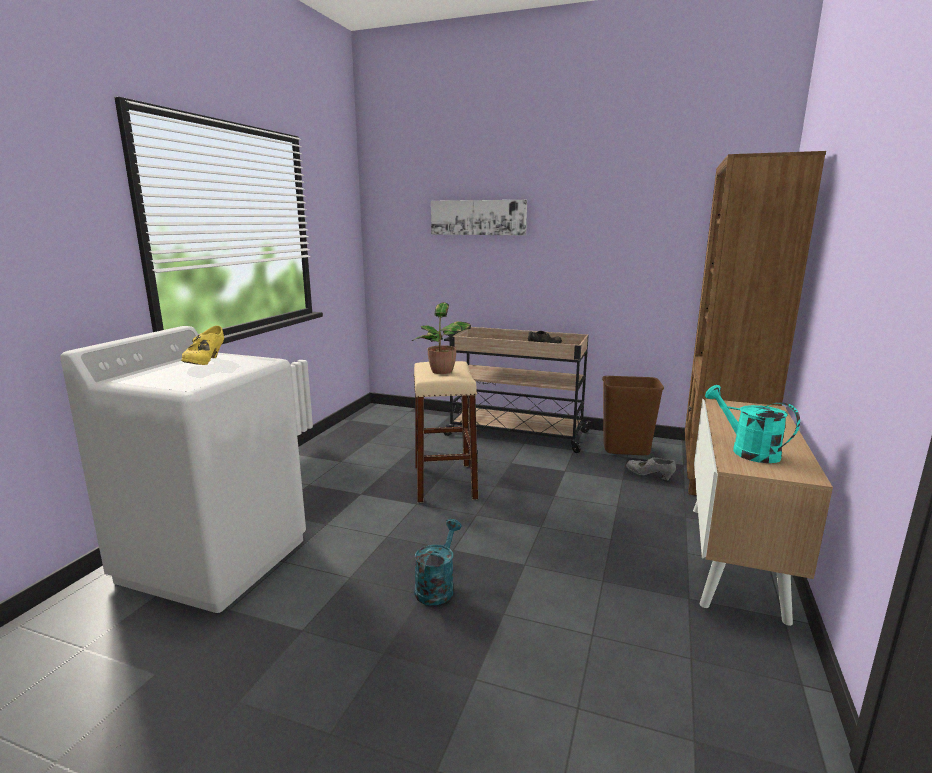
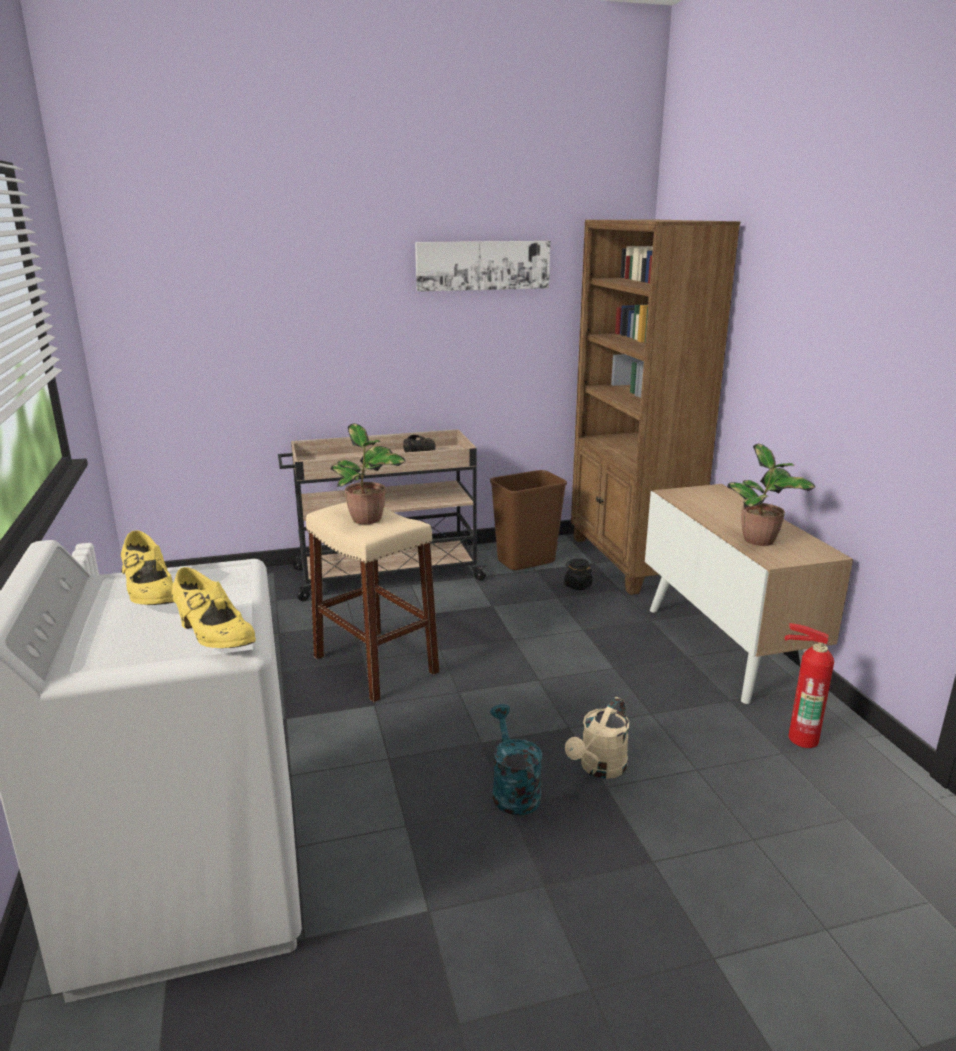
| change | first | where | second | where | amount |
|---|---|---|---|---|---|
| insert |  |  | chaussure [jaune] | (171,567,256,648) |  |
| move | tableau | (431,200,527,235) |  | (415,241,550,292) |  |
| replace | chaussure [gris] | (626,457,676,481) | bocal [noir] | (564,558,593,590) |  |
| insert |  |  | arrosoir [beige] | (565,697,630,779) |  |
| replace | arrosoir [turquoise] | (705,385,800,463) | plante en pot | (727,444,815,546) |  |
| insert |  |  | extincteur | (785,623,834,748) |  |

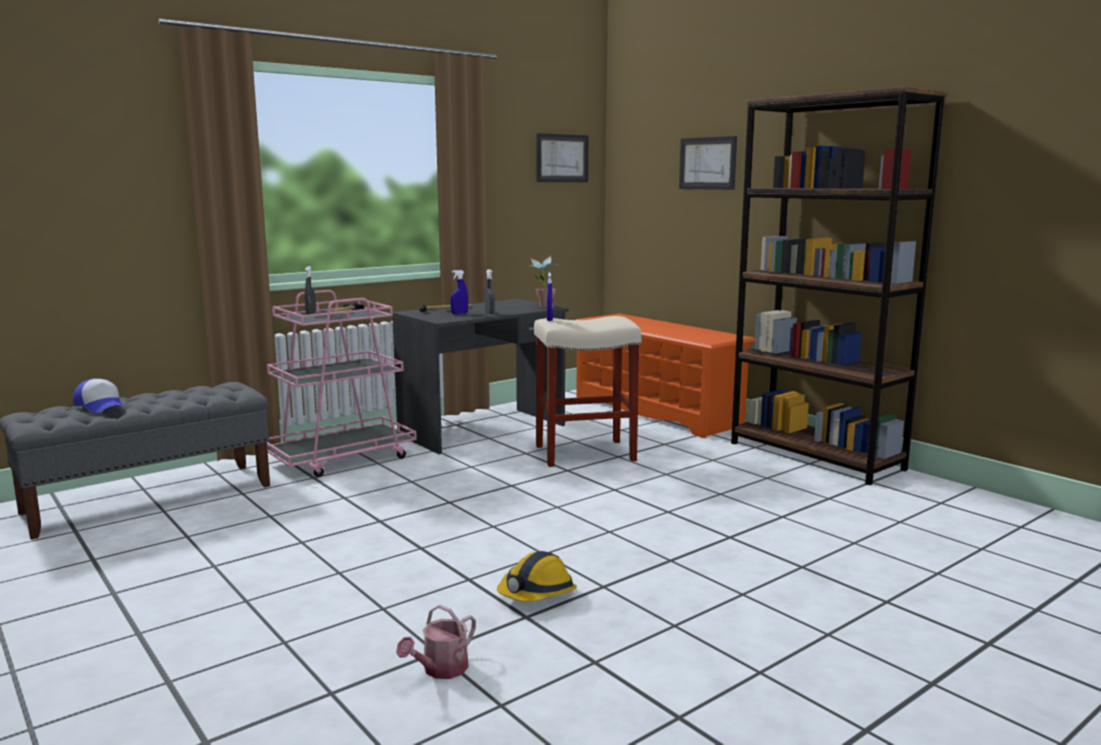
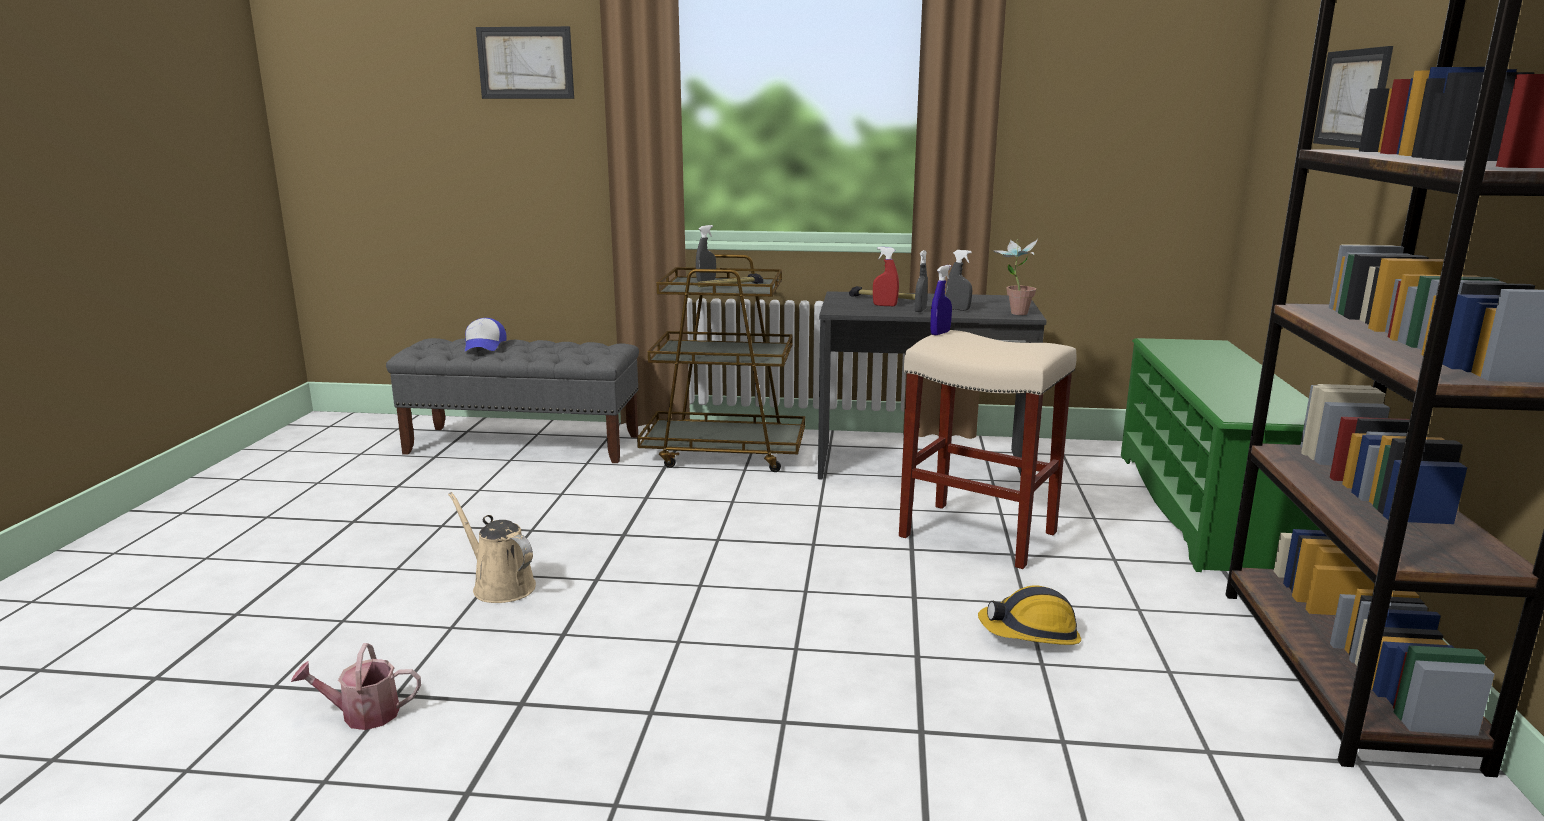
| change | first | where | second | where | amount |
|---|---|---|---|---|---|
| insert |  |  | arrosoir [beige] | (448,492,536,603) |  |
| move | tableau | (536,133,588,182) |  | (476,26,574,99) |  |
| recolor | chariot [rose] | (267,290,417,477) | chariot [marron] | (637,254,805,472) |  |
| recolor | vaporisateur [bleu] | (450,270,468,314) | vaporisateur [rouge] | (873,247,899,306) |  |
| insert |  |  | vaporisateur [gris] | (946,250,972,311) |  |
| move | casque de chantier | (497,551,577,602) |  | (978,585,1081,645) |  |
| recolor | étagère à chaussures [orange] | (576,313,755,438) | étagère à chaussures [vert] | (1121,338,1320,572) |  |

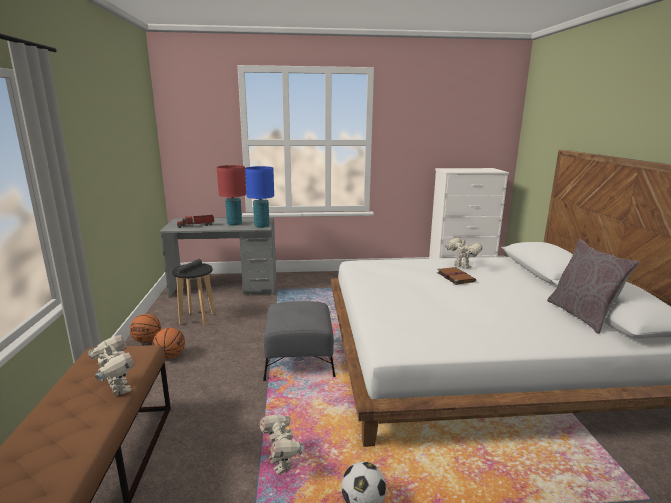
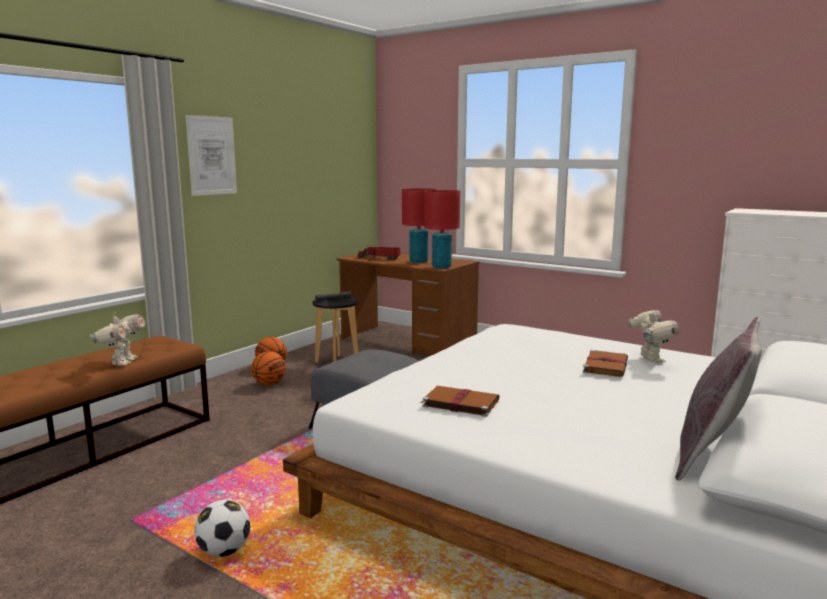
| change | first | where | second | where | amount |
|---|---|---|---|---|---|
| insert |  |  | tableau | (185,115,237,196) |  |
| recolor | bureau [gris] | (159,217,276,298) | bureau [marron] | (336,253,480,356) |  |
| insert |  |  | livre [marron] | (419,386,499,417) |  |
| recolor | lampe de table [bleu] | (245,166,274,228) | lampe de table [rouge] | (424,190,460,269) |  |
| delete | robot jouet | (260,415,305,474) |  |  |  |

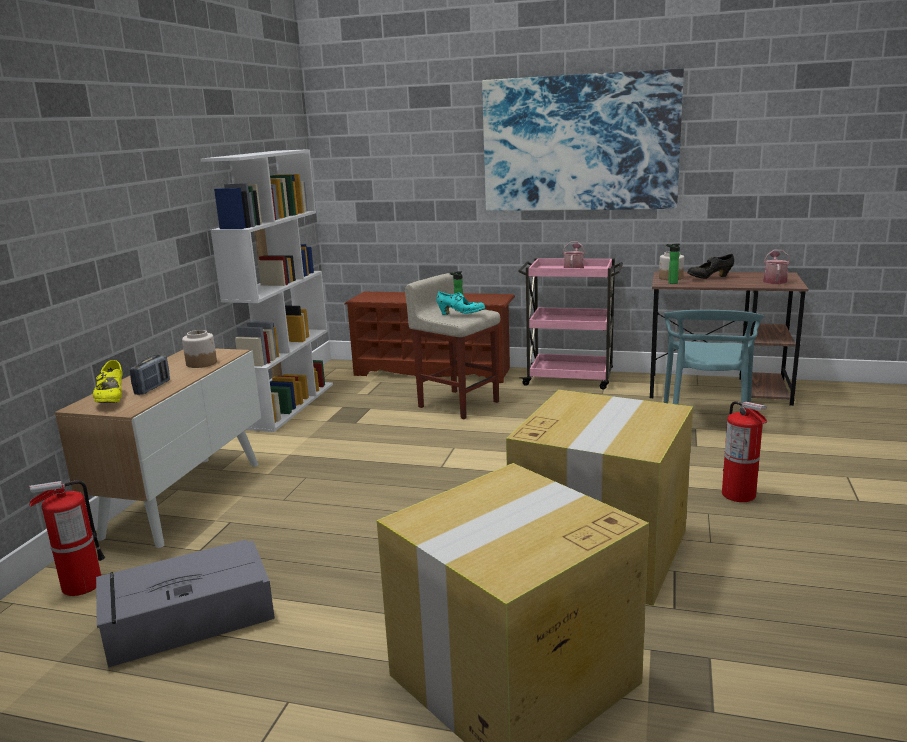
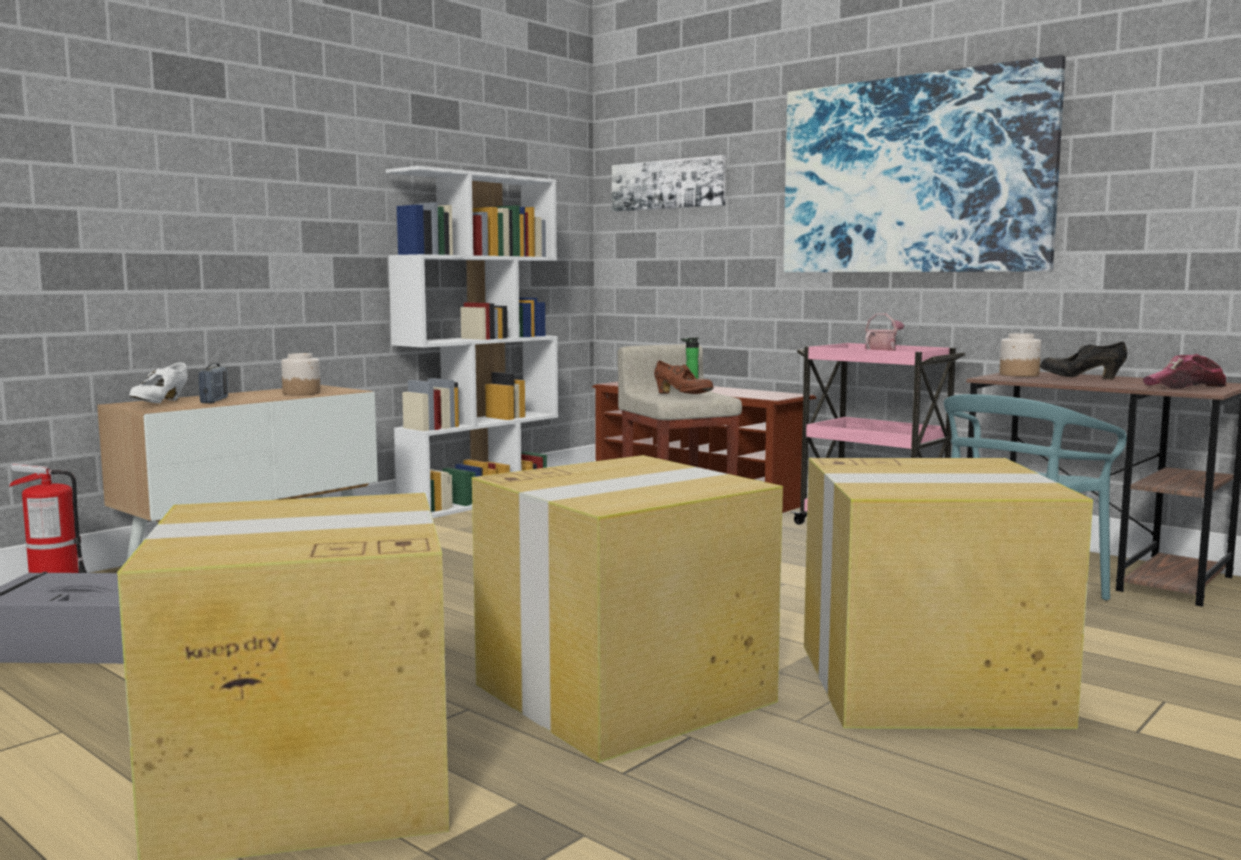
| change | first | where | second | where | amount |
|---|---|---|---|---|---|
| recolor | chaussure [jaune] | (93,360,123,403) | chaussure [blanc] | (129,362,188,403) |  |
| rotate | radio | (130,355,170,395) |  | (198,363,228,403) | 45 degrees counterclockwise |
| insert |  |  | tableau | (612,155,726,212) |  |
| recolor | chaussure [turquoise] | (436,291,485,315) | chaussure [marron] | (654,360,714,394) |  |
| replace | extincteur | (722,401,767,502) | carton | (804,458,1093,729) |  |
| replace | arrosoir | (763,250,790,284) | casquette | (1143,354,1226,389) |  |
| delete | bouteille | (666,243,680,284) |  |  |  |

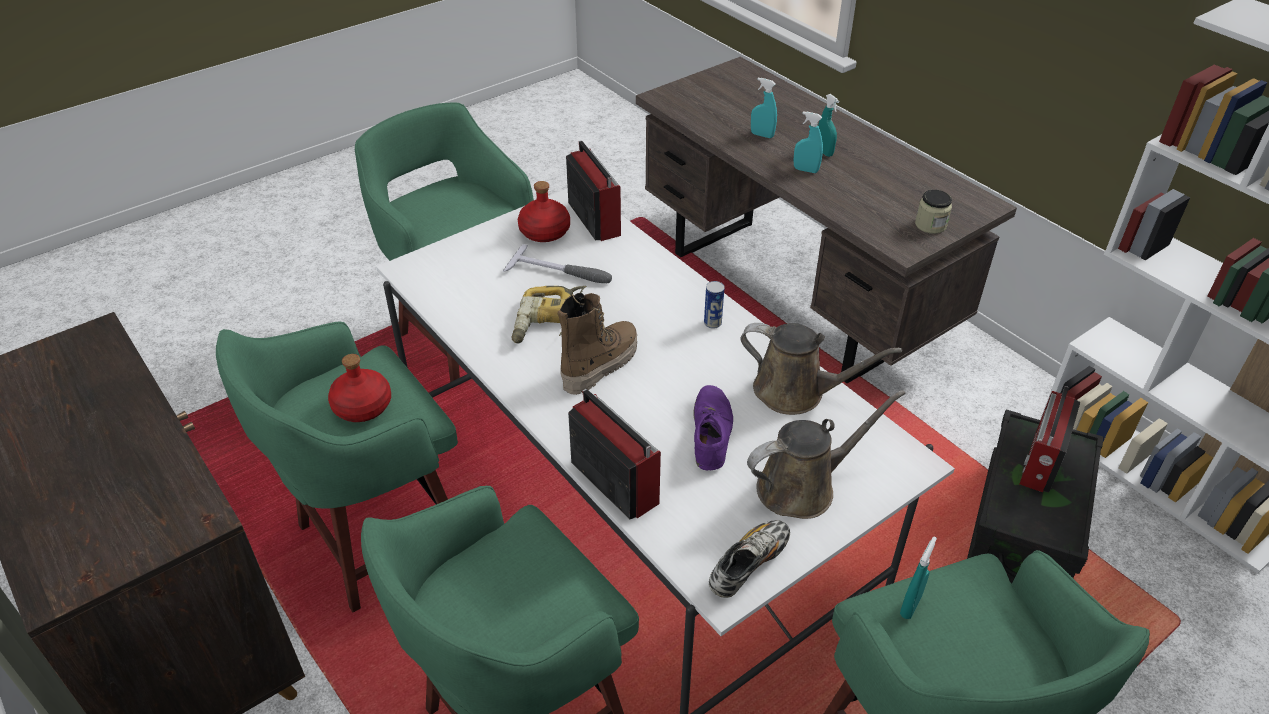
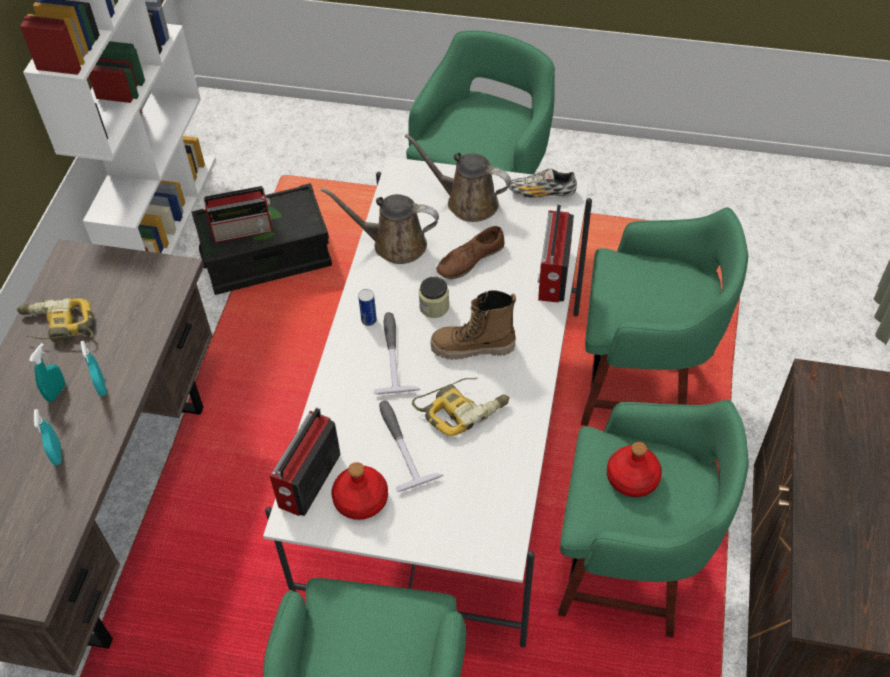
| change | first | where | second | where | amount |
|---|---|---|---|---|---|
| insert |  |  | perceuse | (17,298,93,343) |  |
| rotate | arrosoir [marron] | (740,323,902,415) |  | (321,188,439,264) | 60 degrees counterclockwise |
| insert |  |  | marteau | (373,312,421,394) |  |
| move | bocal | (915,190,952,234) |  | (419,277,449,318) |  |
| recolor | chaussure [violet] | (693,385,733,470) | chaussure [marron] | (436,226,505,279) |  |
| delete | vaporisateur [turquoise] | (900,537,937,619) |  |  |  |

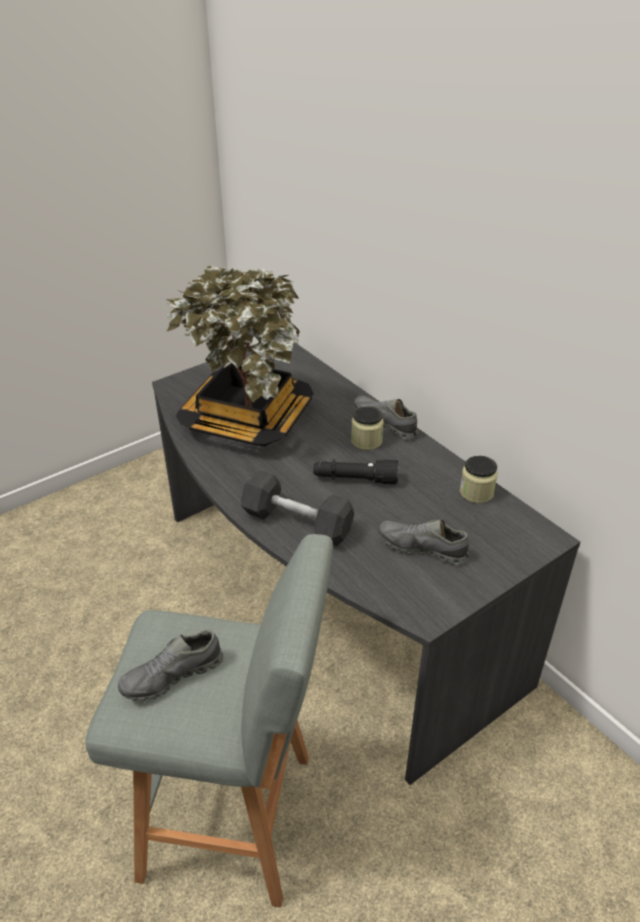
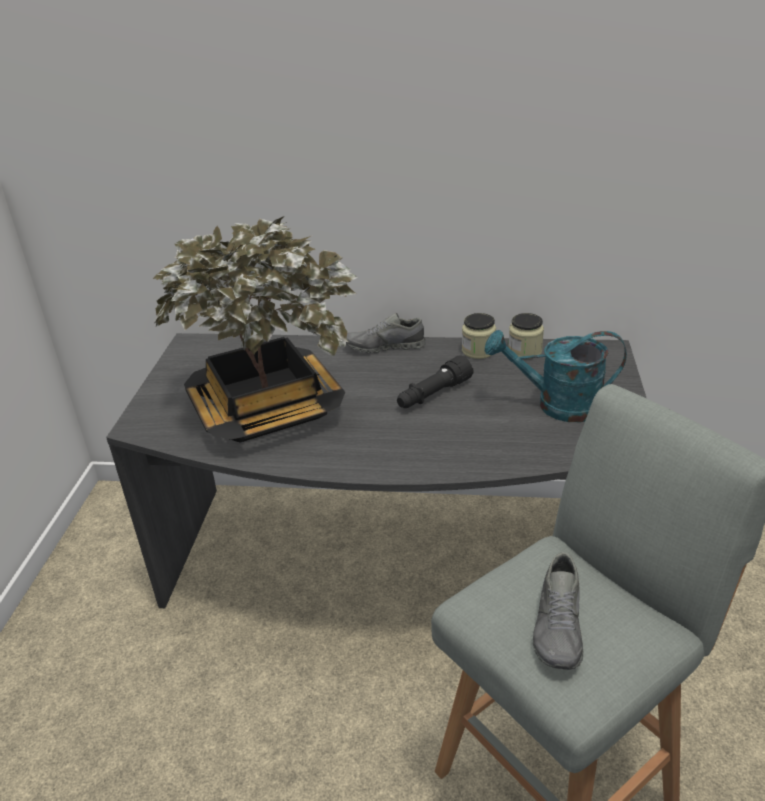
| change | first | where | second | where | amount |
|---|---|---|---|---|---|
| move | bocal | (351,406,384,450) |  | (462,313,496,359) |  |
| replace | chaussure [gris] | (378,520,469,566) | arrosoir [turquoise] | (485,330,627,422) |  |
| delete | haltère [gris] | (241,470,354,546) |  |  |  |

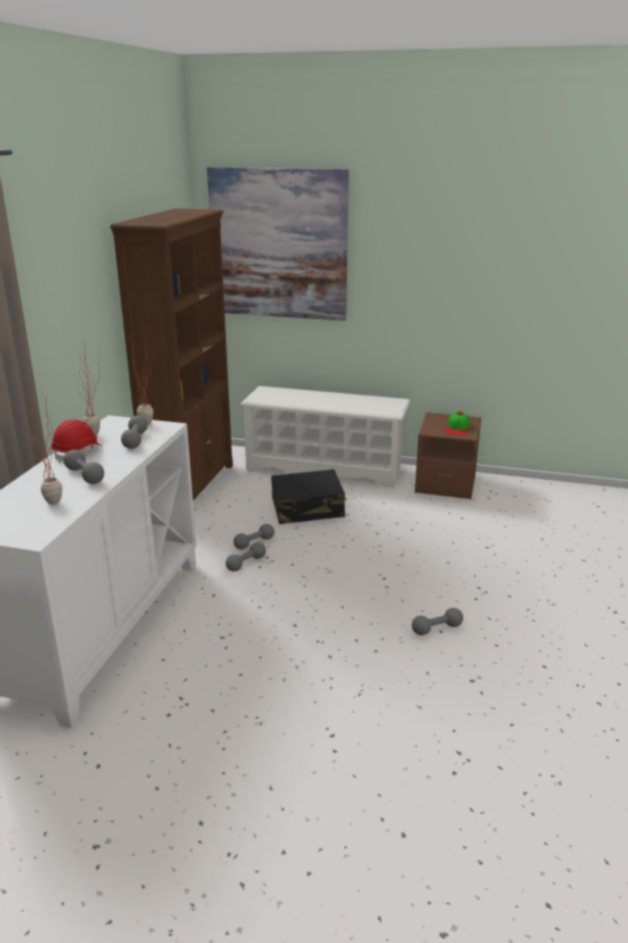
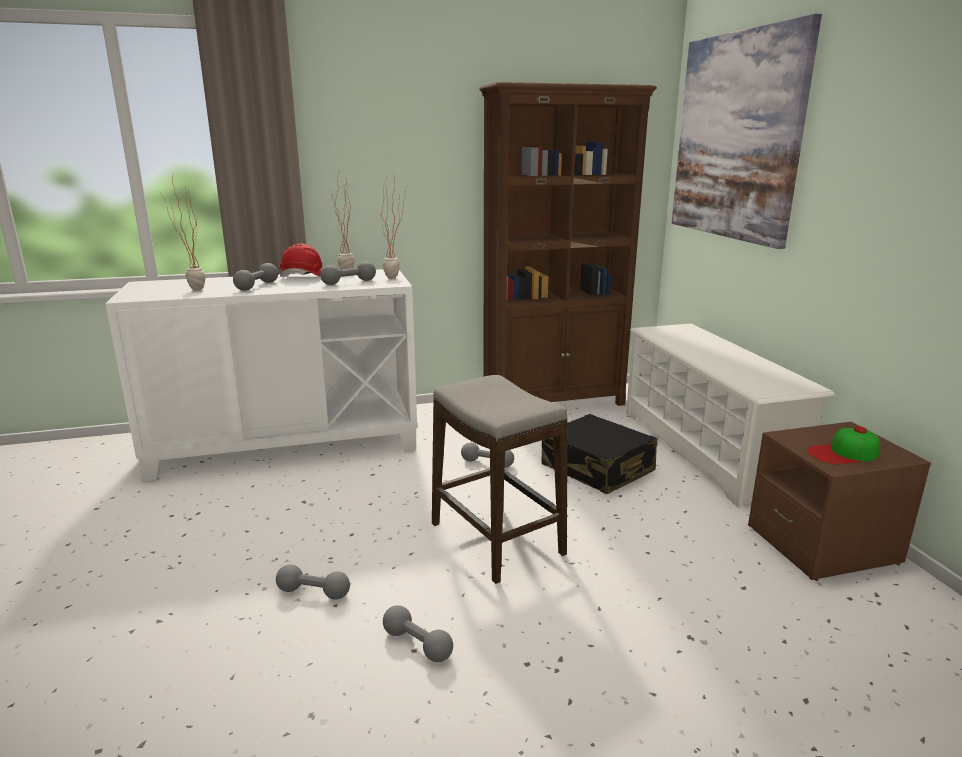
| change | first | where | second | where | amount |
|---|---|---|---|---|---|
| move | haltère [gris] | (226,542,266,571) |  | (276,565,350,599) |  |
| insert |  |  | tabouret | (432,375,568,584) |  |

